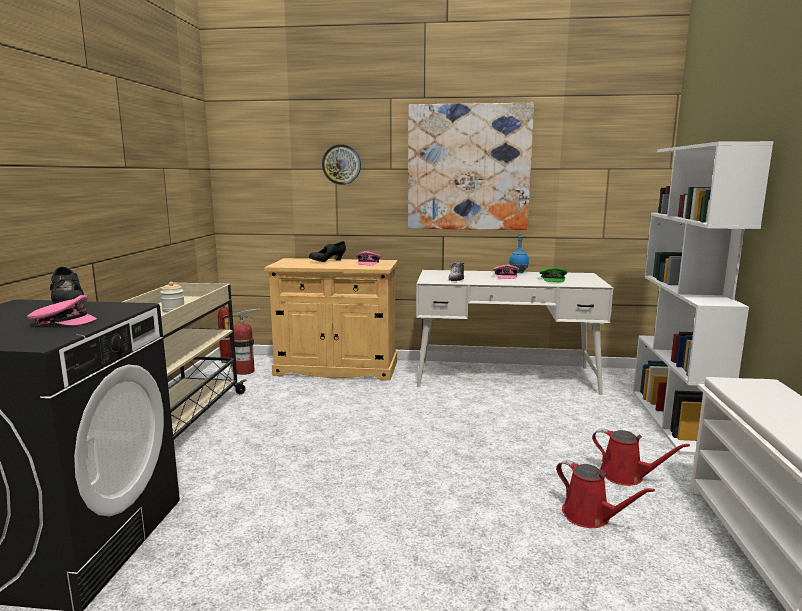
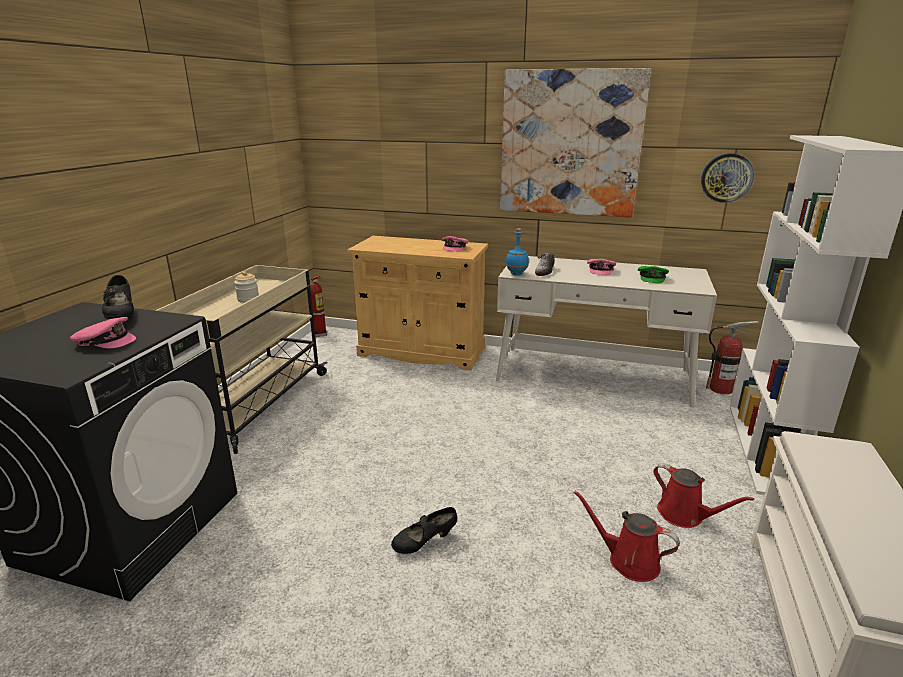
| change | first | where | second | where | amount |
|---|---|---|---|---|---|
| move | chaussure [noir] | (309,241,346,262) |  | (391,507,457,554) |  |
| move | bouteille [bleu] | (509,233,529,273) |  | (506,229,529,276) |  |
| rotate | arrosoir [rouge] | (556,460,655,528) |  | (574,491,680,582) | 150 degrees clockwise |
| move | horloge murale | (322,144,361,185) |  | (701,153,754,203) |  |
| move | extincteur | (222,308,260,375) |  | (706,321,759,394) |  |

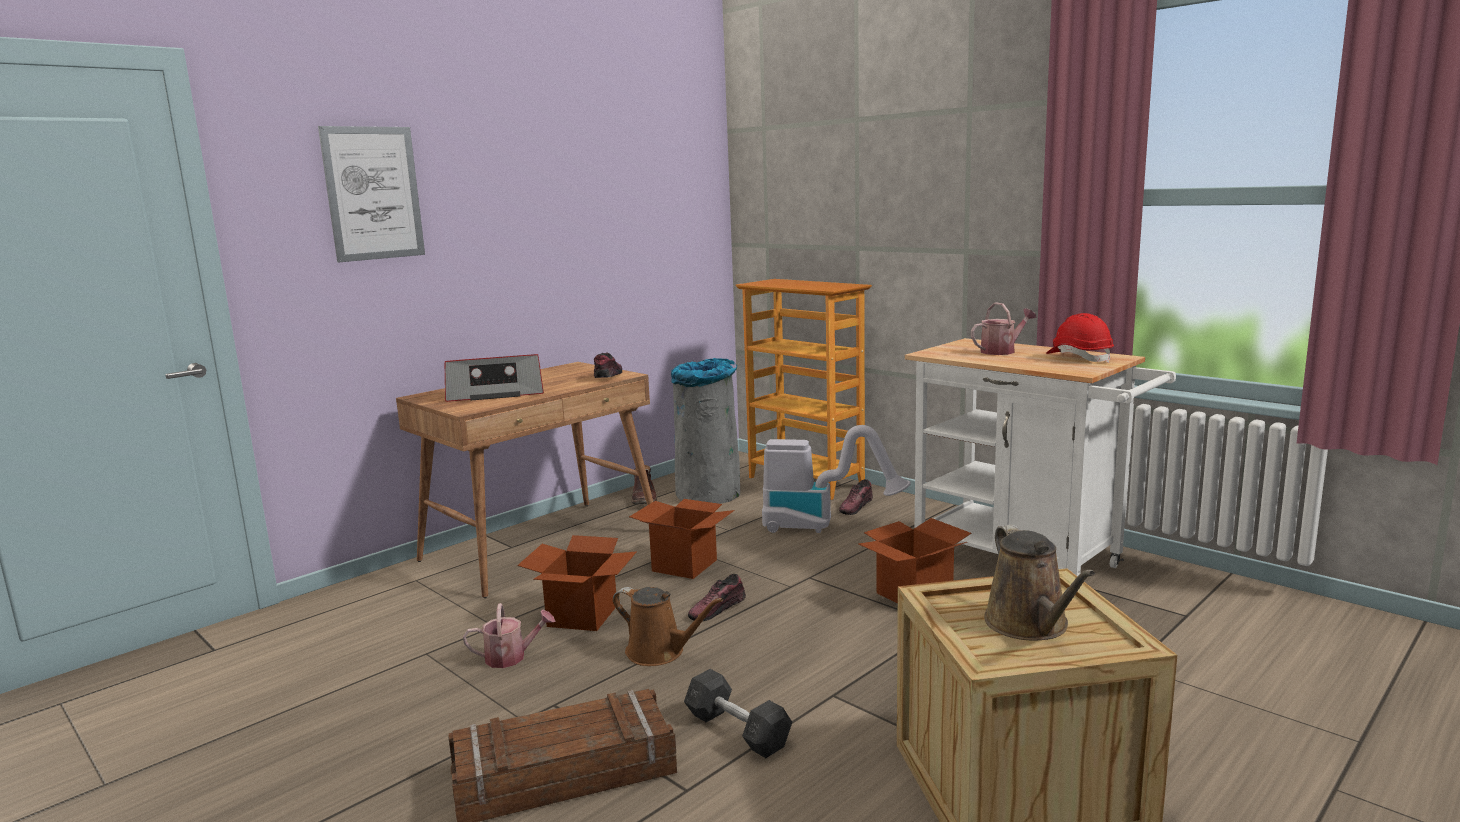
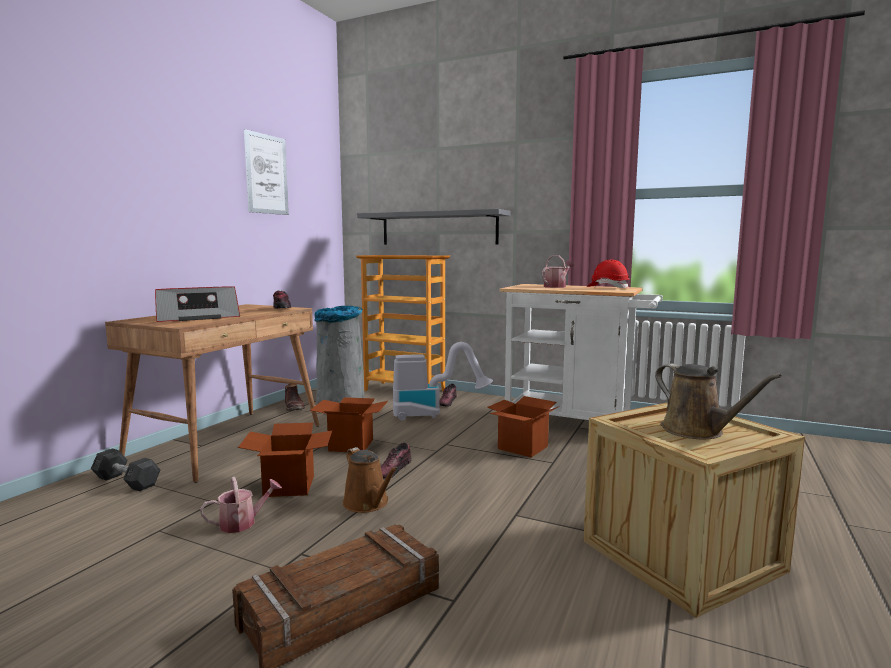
| change | first | where | second | where | amount |
|---|---|---|---|---|---|
| move | haltère [gris] | (684,669,792,758) |  | (91,449,160,491) |  |
| move | tableau | (318,126,425,262) |  | (244,129,289,215) |  |
| rotate | arrosoir [marron] | (613,587,723,666) |  | (343,447,398,513) | 45 degrees clockwise |
| insert |  |  | étagère [gris] | (357,209,511,245) |  |

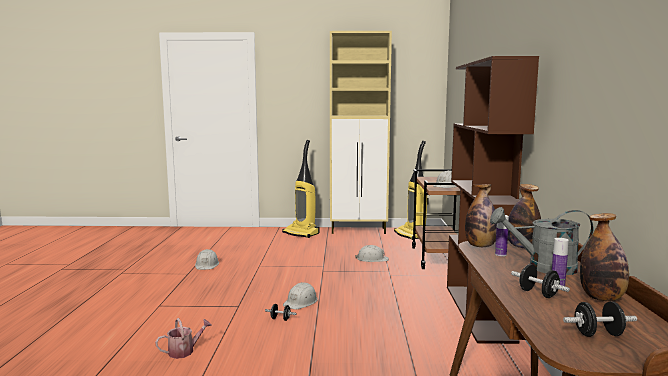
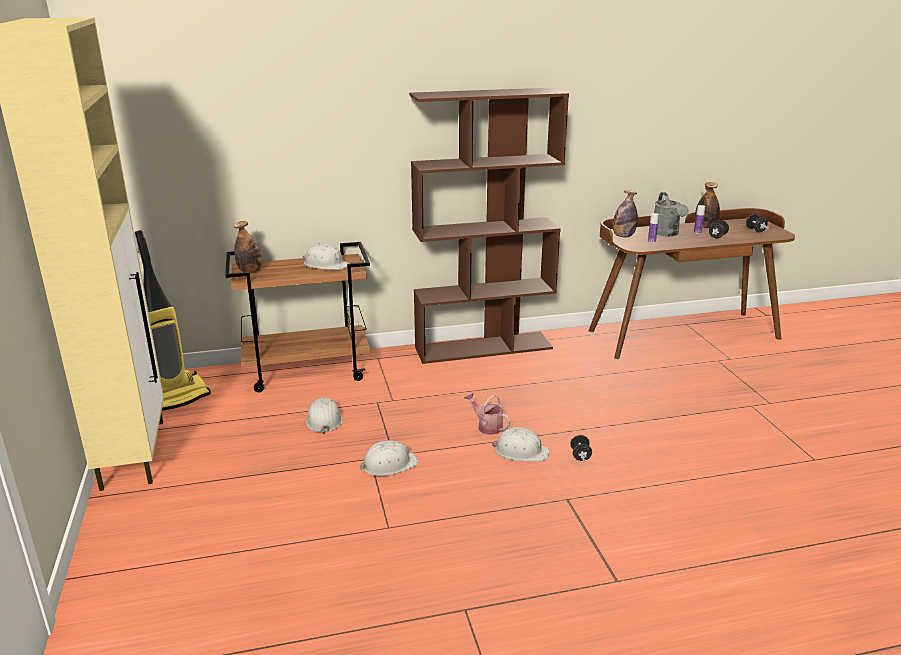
| change | first | where | second | where | amount |
|---|---|---|---|---|---|
| move | bouteille | (465,184,497,247) |  | (233,221,262,273) |  |
| move | casque de chantier [blanc] | (195,249,219,270) |  | (360,440,419,476) |  |
| move | arrosoir | (155,318,212,359) |  | (464,392,510,435) |  |
| delete | aspirateur | (282,140,319,238) |  |  |  |

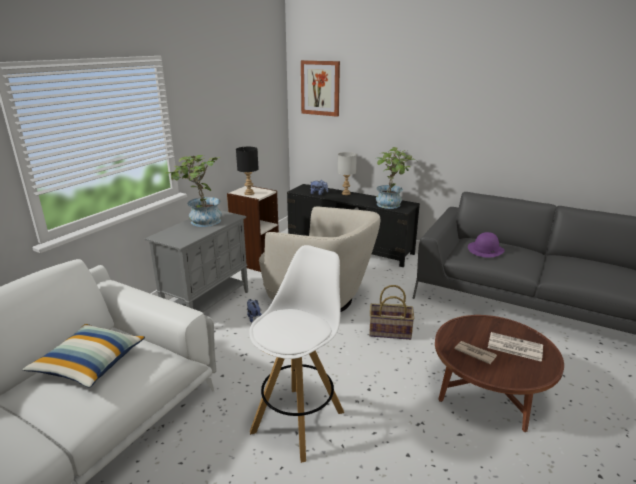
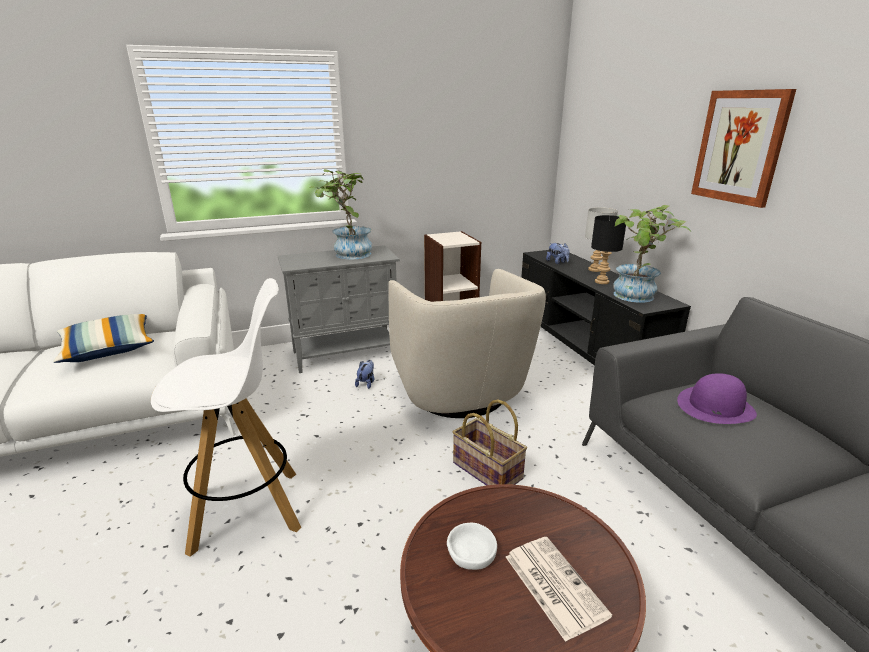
| change | first | where | second | where | amount |
|---|---|---|---|---|---|
| replace | journal | (454,341,497,364) | bol [blanc] | (447,523,497,570) |  |
| move | lampe de table [noir] | (236,147,259,195) |  | (591,215,626,284) |  |
| move | tableau | (301,60,340,117) |  | (691,89,796,208) |  |

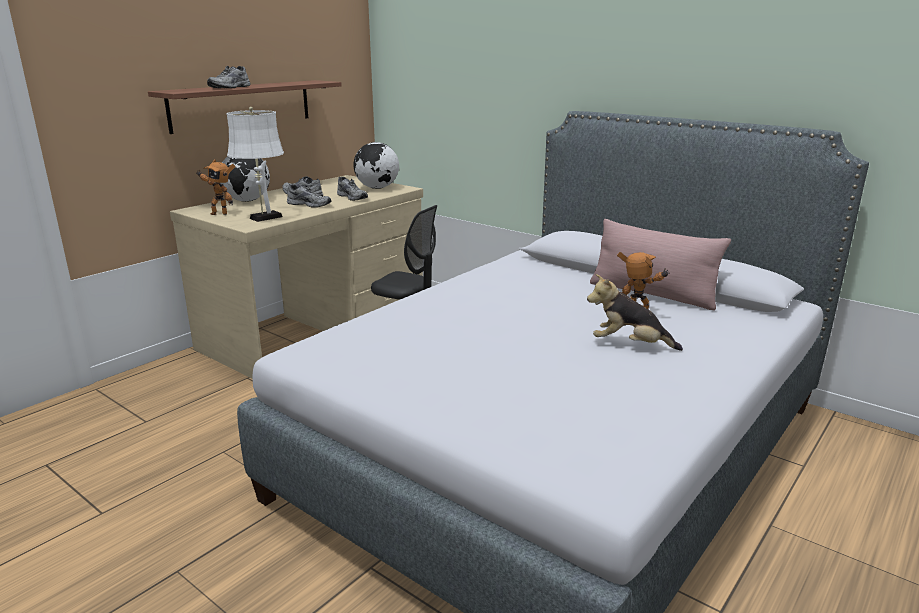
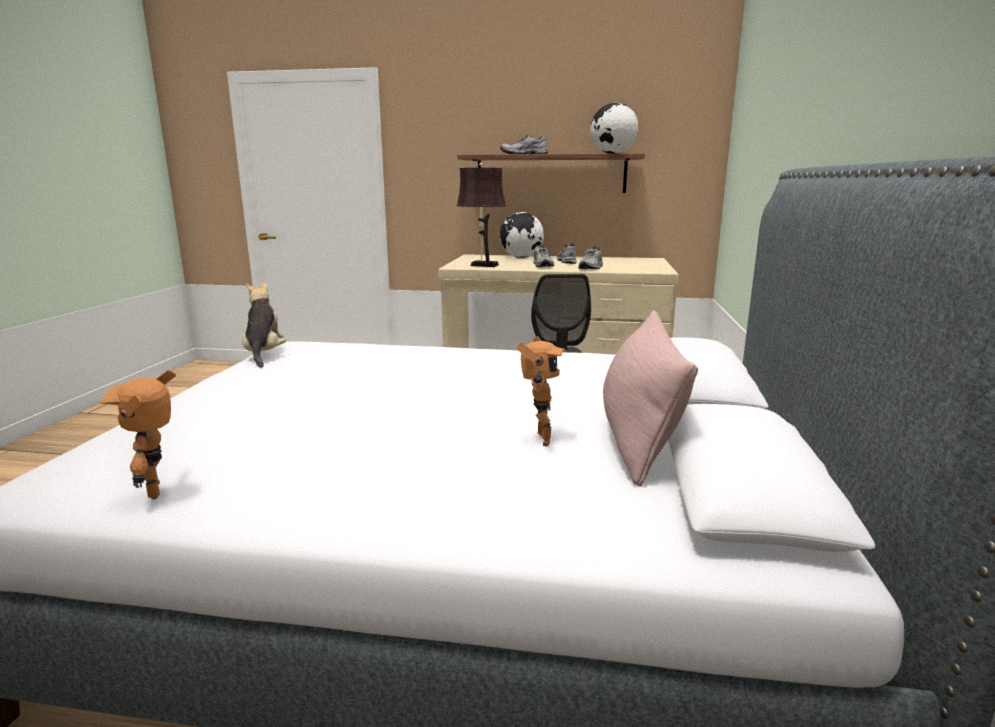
| change | first | where | second | where | amount |
|---|---|---|---|---|---|
| move | robot jouet | (197,159,235,215) |  | (100,370,176,499) |  |
| move | peluche | (587,274,683,351) |  | (242,282,286,368) |  |
| recolor | lampe de table [blanc] | (226,107,284,222) | lampe de table [marron] | (457,163,506,267) |  |
| move | globe | (353,142,399,189) |  | (590,103,638,154) |  |

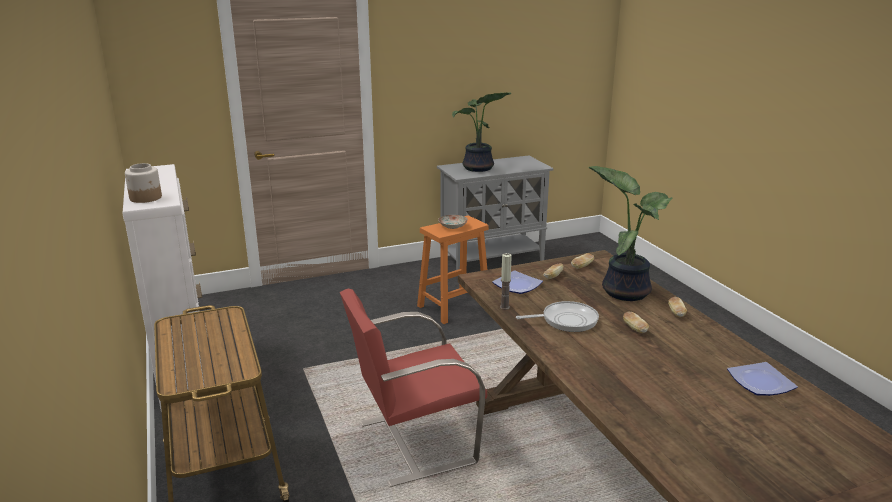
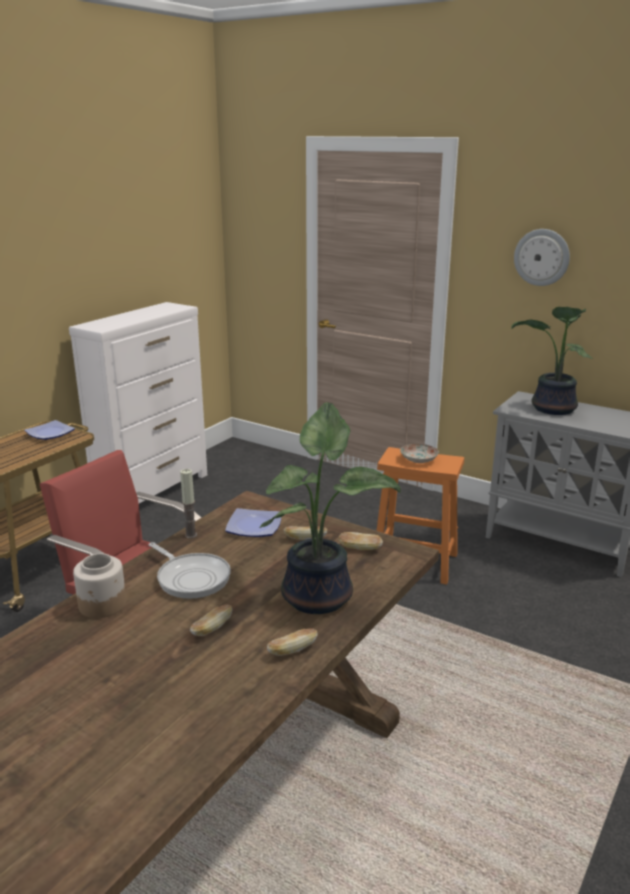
| change | first | where | second | where | amount |
|---|---|---|---|---|---|
| move | assiette | (727,362,798,396) |  | (24,420,75,440) |  |
| move | bocal | (125,163,162,203) |  | (73,553,126,618) |  |
| insert |  |  | horloge murale | (514,229,570,286) |  |

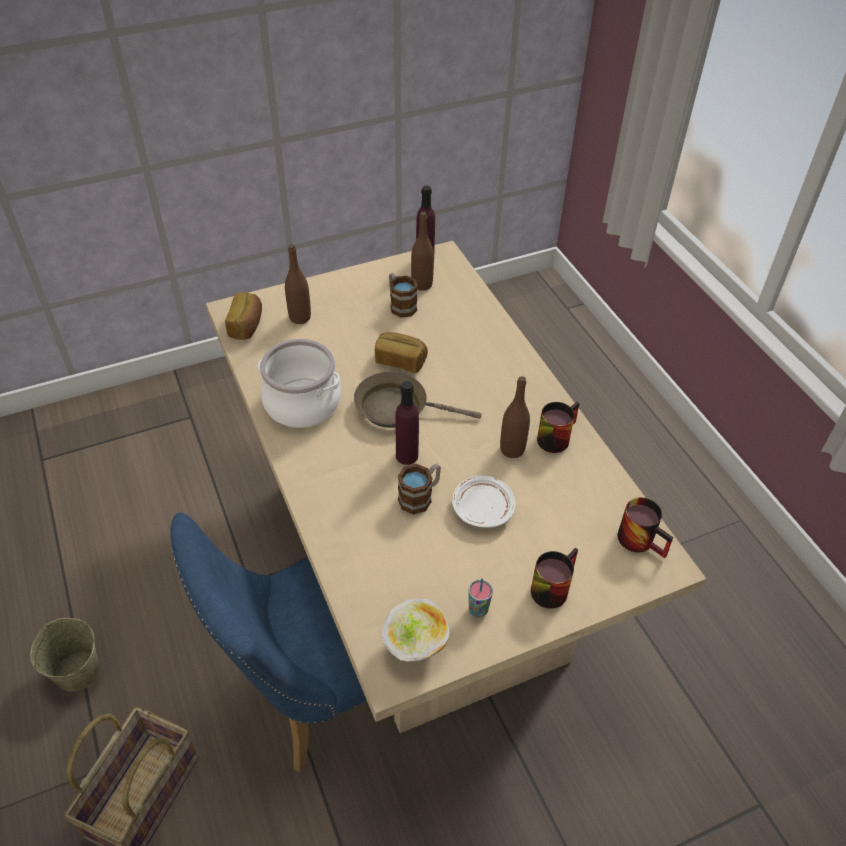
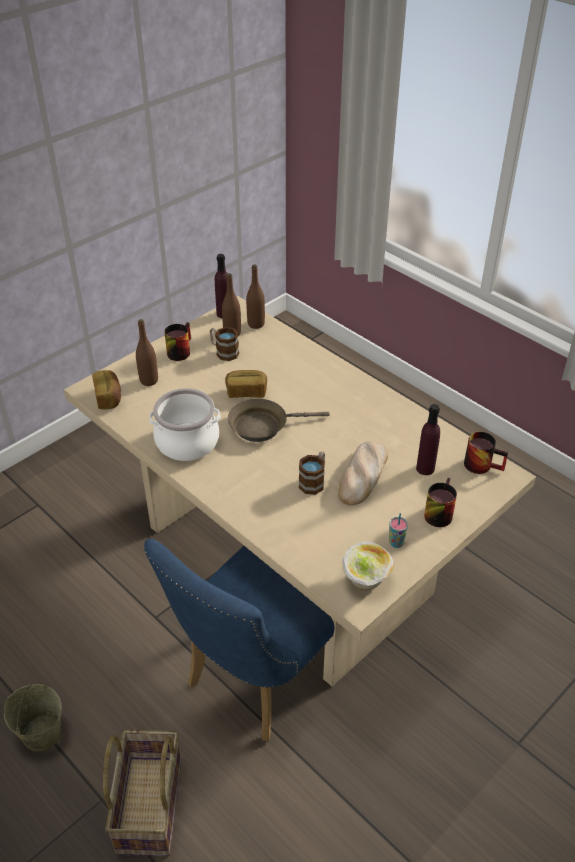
| change | first | where | second | where | amount |
|---|---|---|---|---|---|
| move | mug | (537,401,580,453) |  | (164,322,191,361) |  |
| move | bouteille [marron] | (500,376,530,458) |  | (246,264,265,329) |  |
| replace | assiette [blanc] | (452,475,515,528) | pain | (338,441,388,506) |  |
| move | bouteille [violet] | (396,381,419,465) |  | (416,404,440,475) |  |

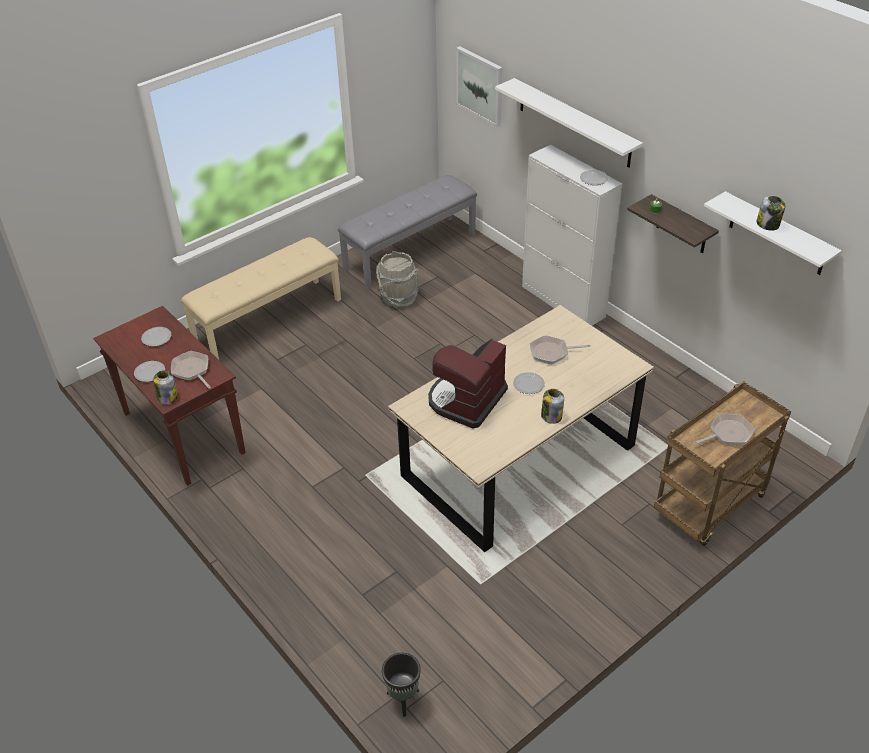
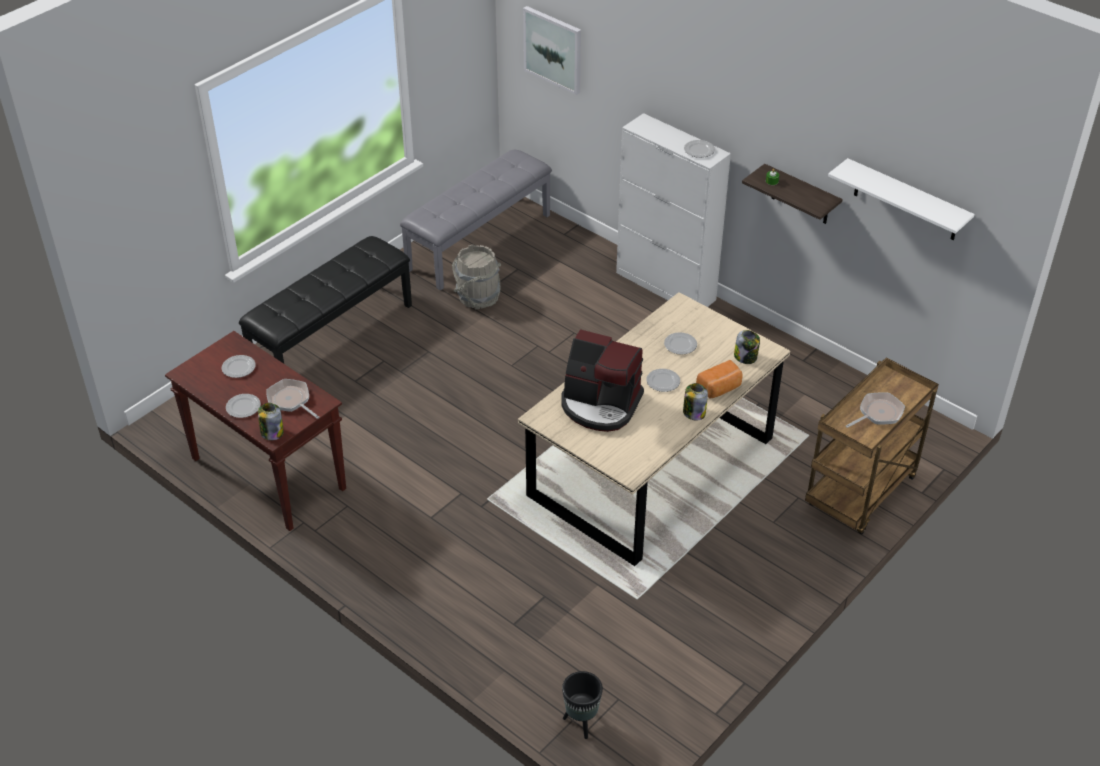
| change | first | where | second | where | amount |
|---|---|---|---|---|---|
| recolor | banc [beige] | (181,237,341,360) | banc [noir] | (239,236,412,364) |  |
| rotate | machine à café | (428,339,508,428) |  | (561,329,644,432) | 90 degrees counterclockwise |
| replace | poêle | (530,335,591,365) | assiette | (664,332,697,355) |  |
| insert |  |  | pain | (696,360,743,398) |  |
| move | bocal | (757,196,785,231) |  | (734,330,760,364) |  |
| delete | étagère [blanc] | (495,78,643,167) |  |  |  |

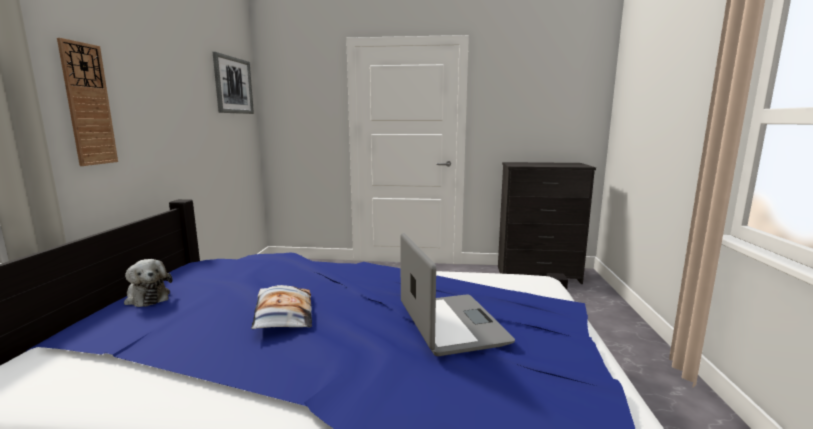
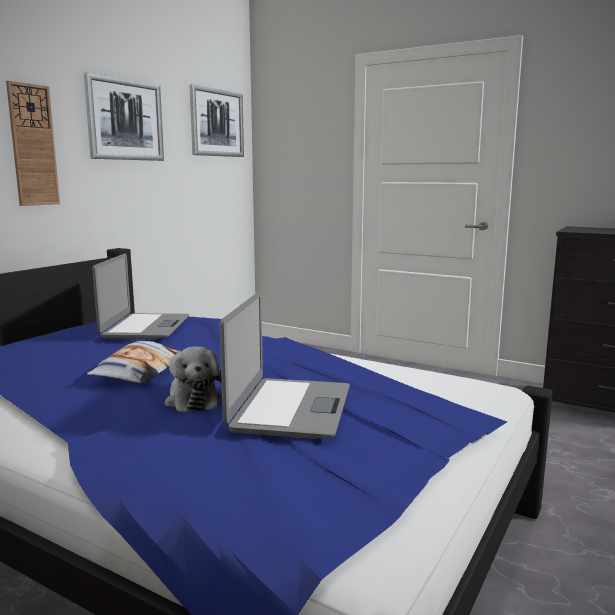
| change | first | where | second | where | amount |
|---|---|---|---|---|---|
| insert |  |  | tableau | (84,72,164,161) |  |
| insert |  |  | ordinateur portable | (92,254,189,339) |  |
| move | peluche | (124,259,172,307) |  | (165,346,222,413) |  |

